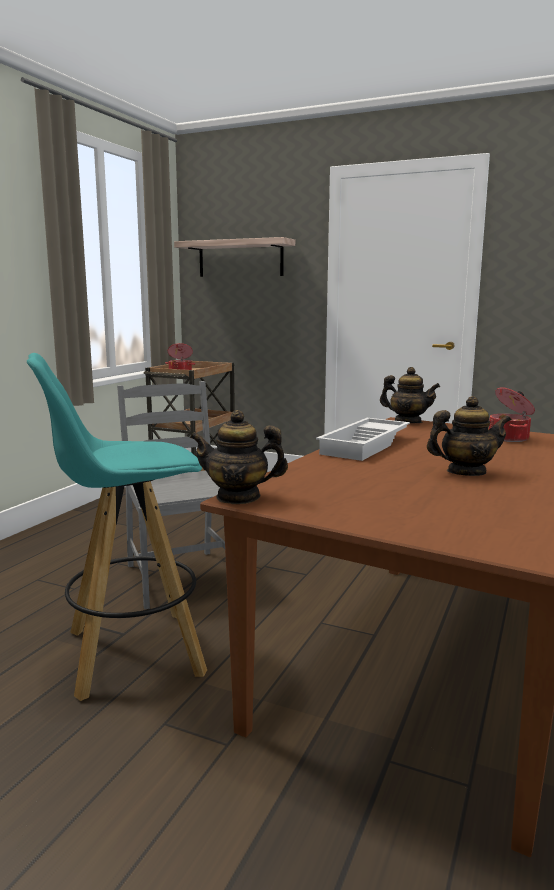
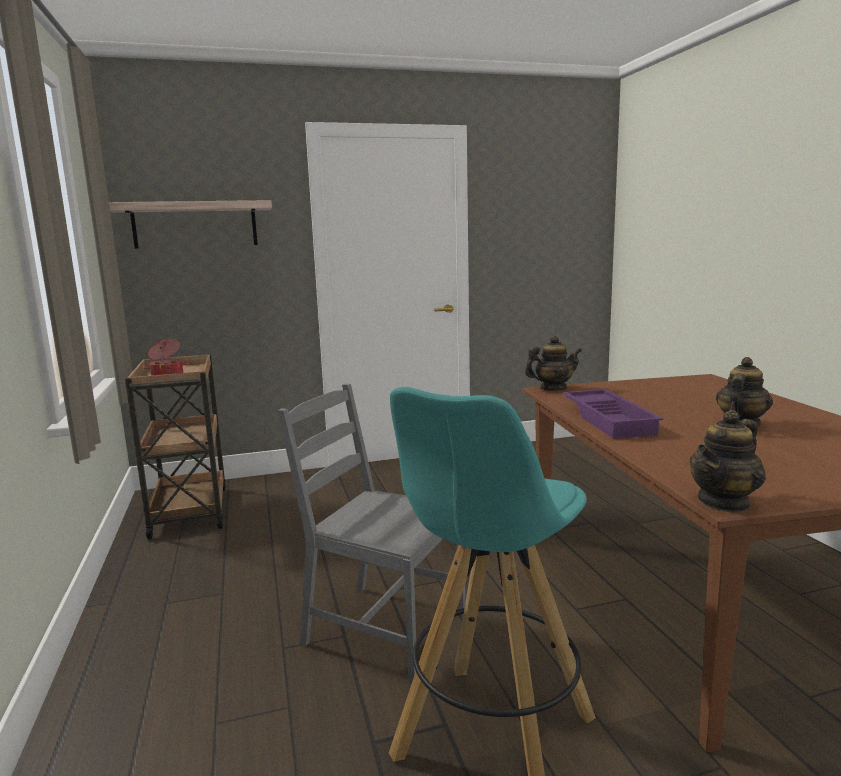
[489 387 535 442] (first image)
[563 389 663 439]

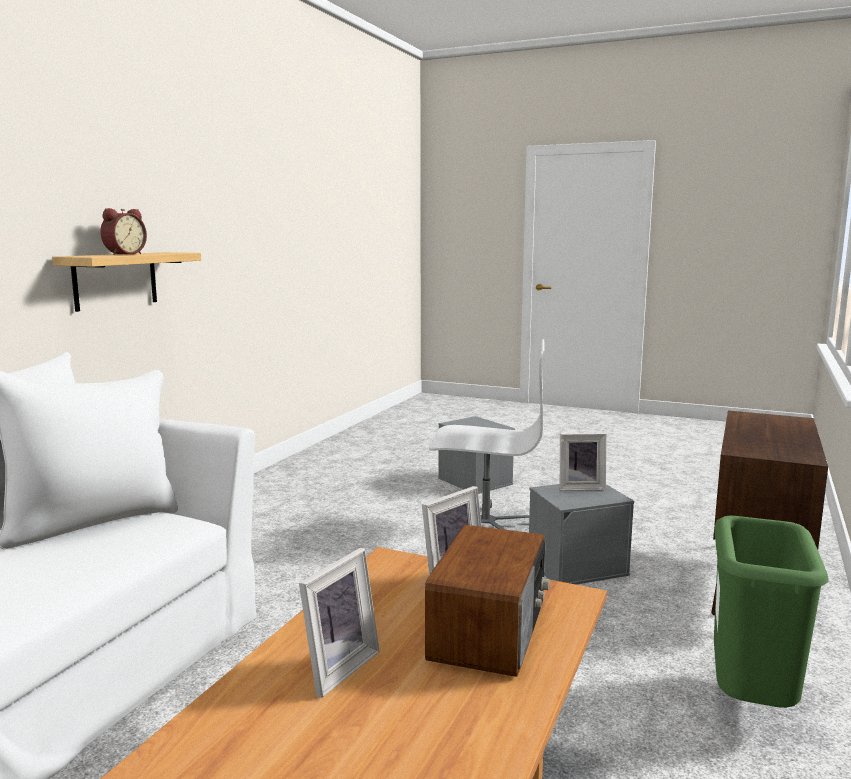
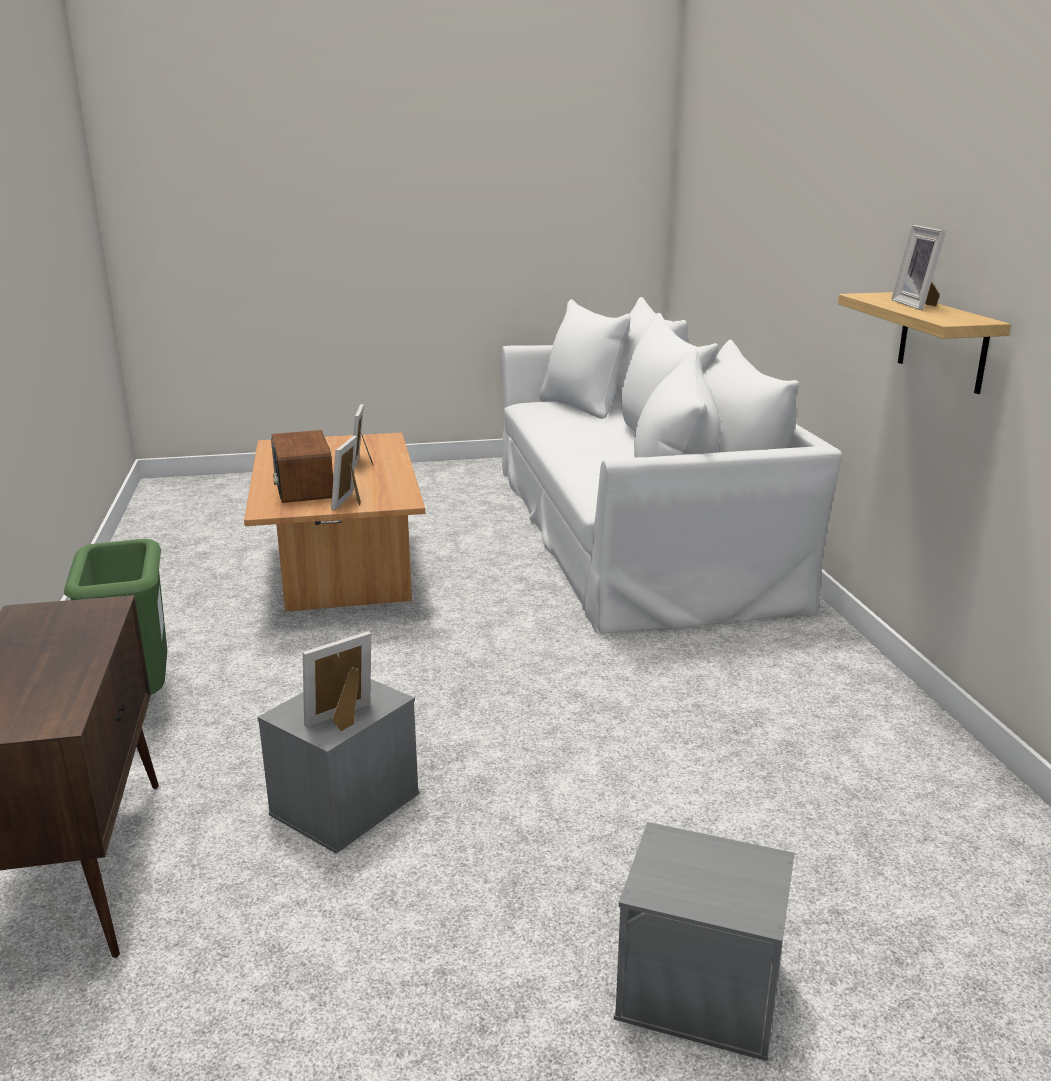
[429 339 545 530] (first image)
[891 225 946 310]

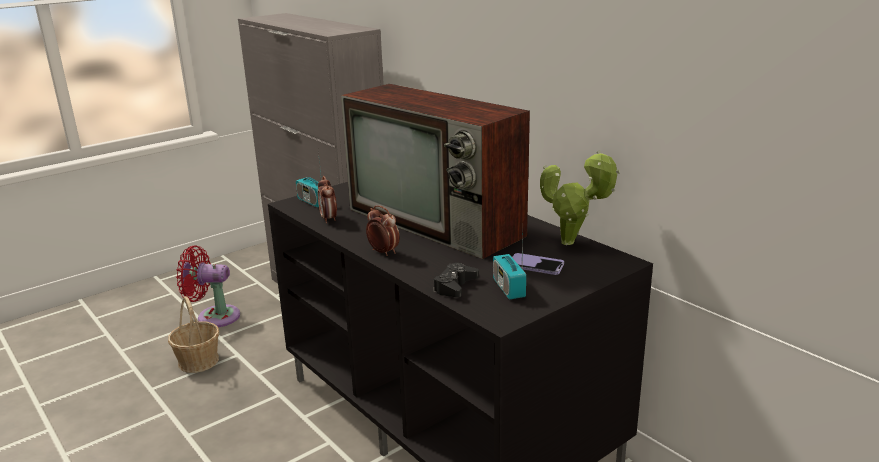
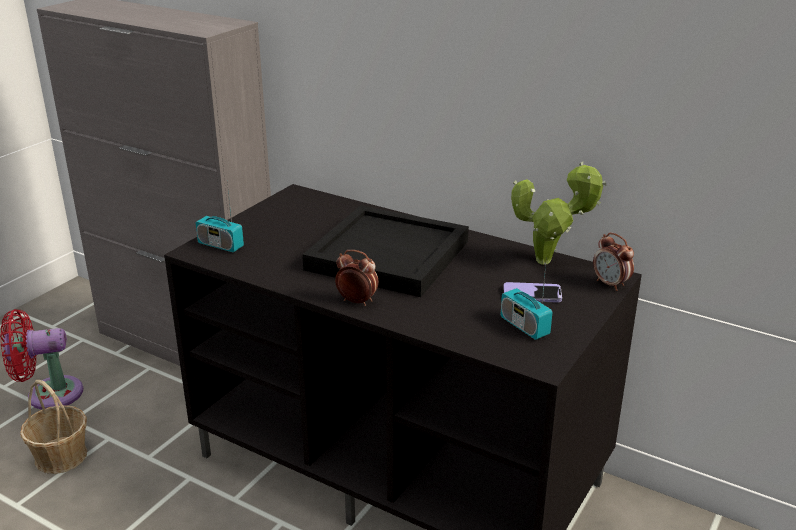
[433 263 479 297] (first image)
[593 233 634 291]
[302 205 469 297]

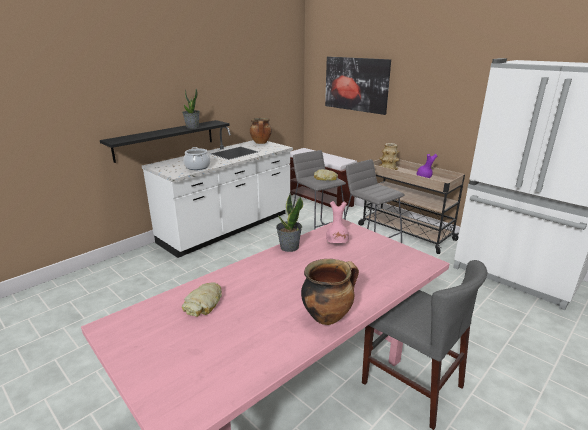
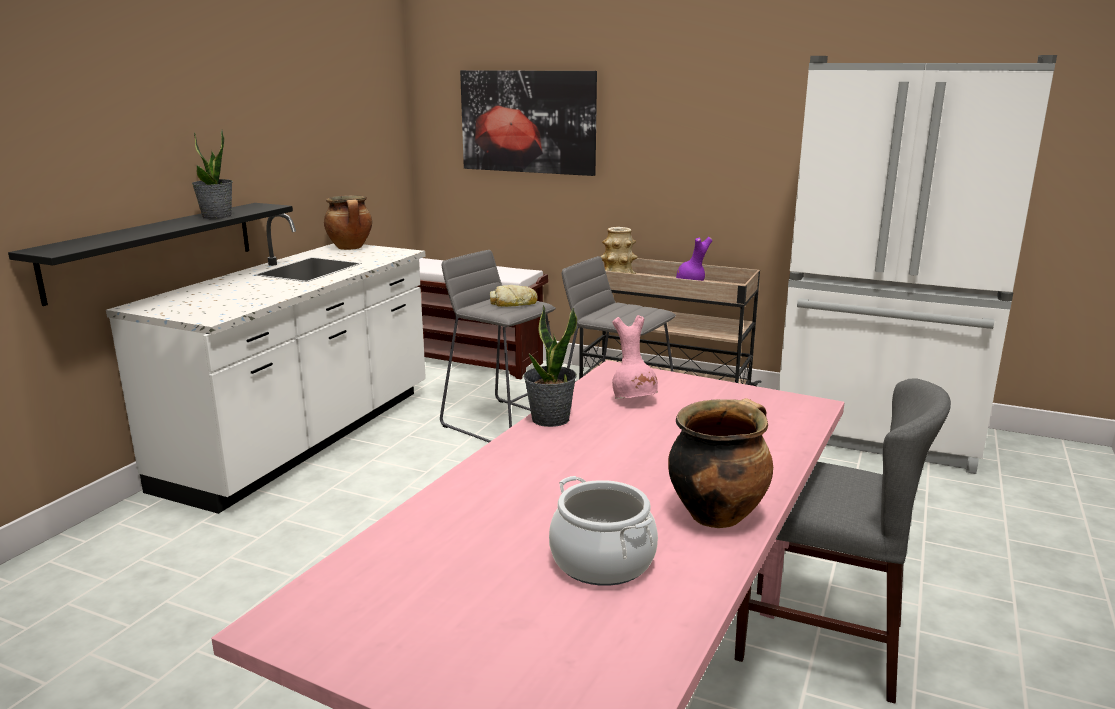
[182 282 222 317] (first image)
[549 476 658 586]

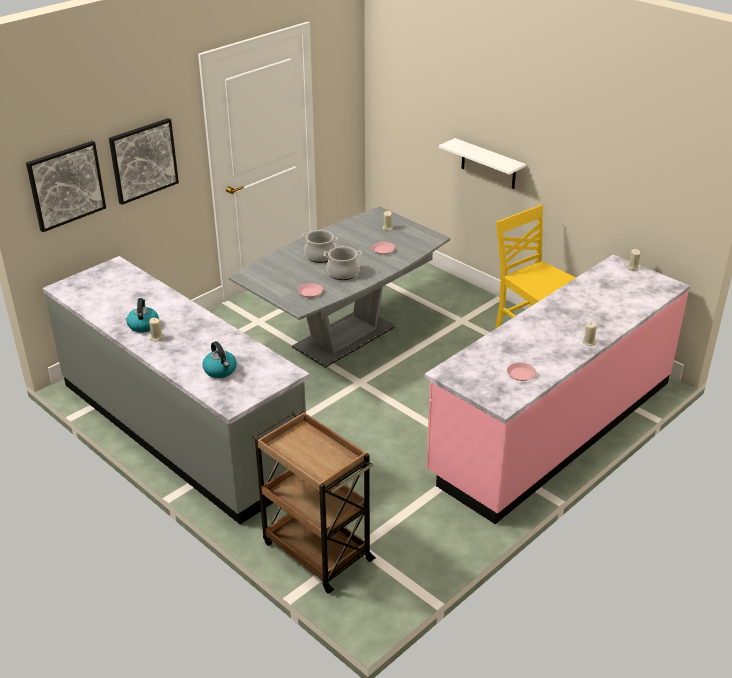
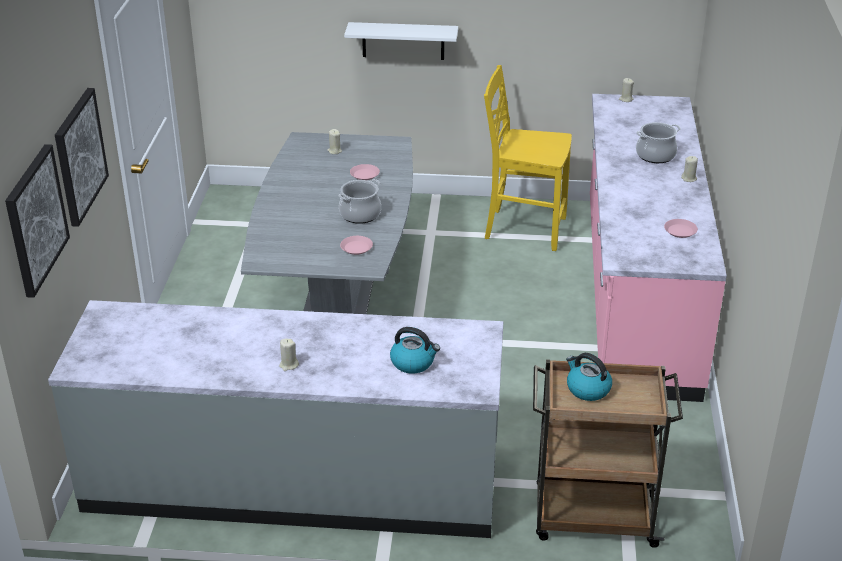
[566 353 612 401]
[636 122 681 163]

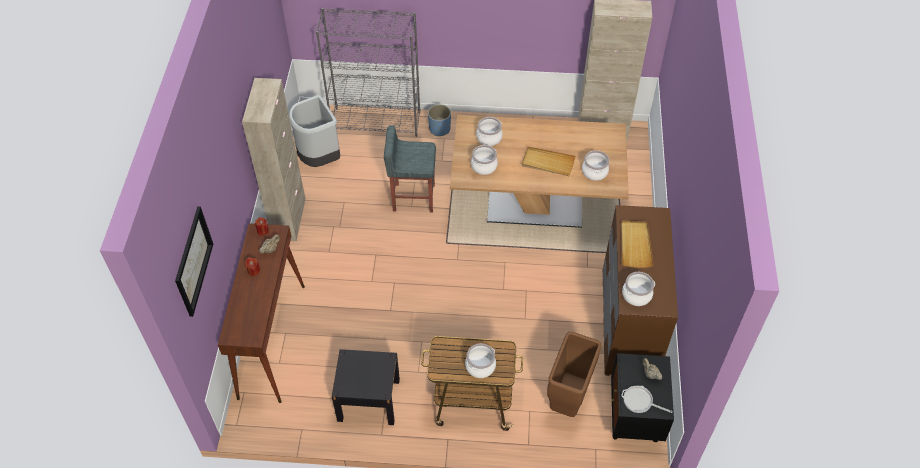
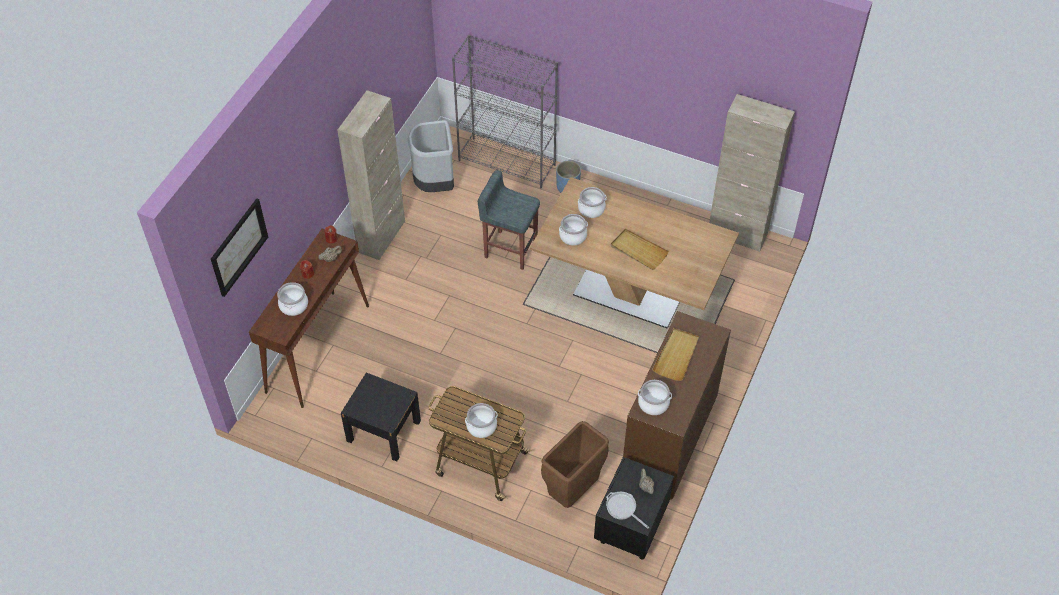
[277 282 308 316]

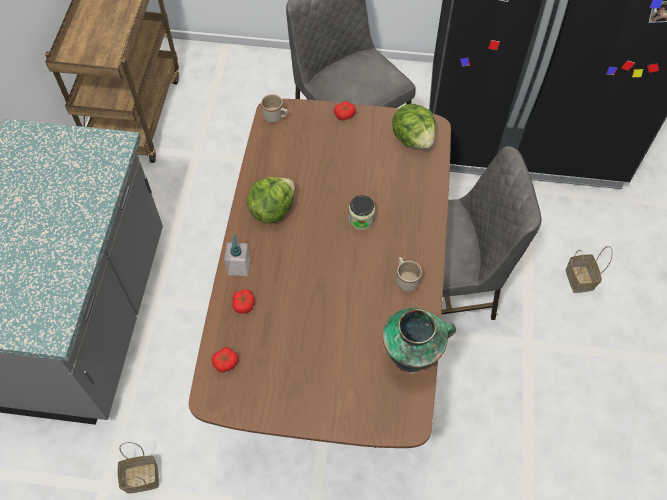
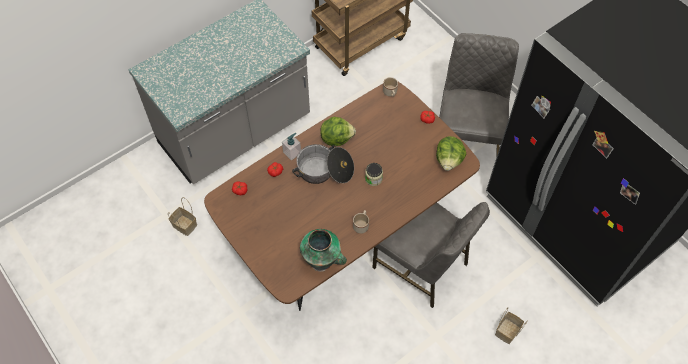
[292 144 354 184]

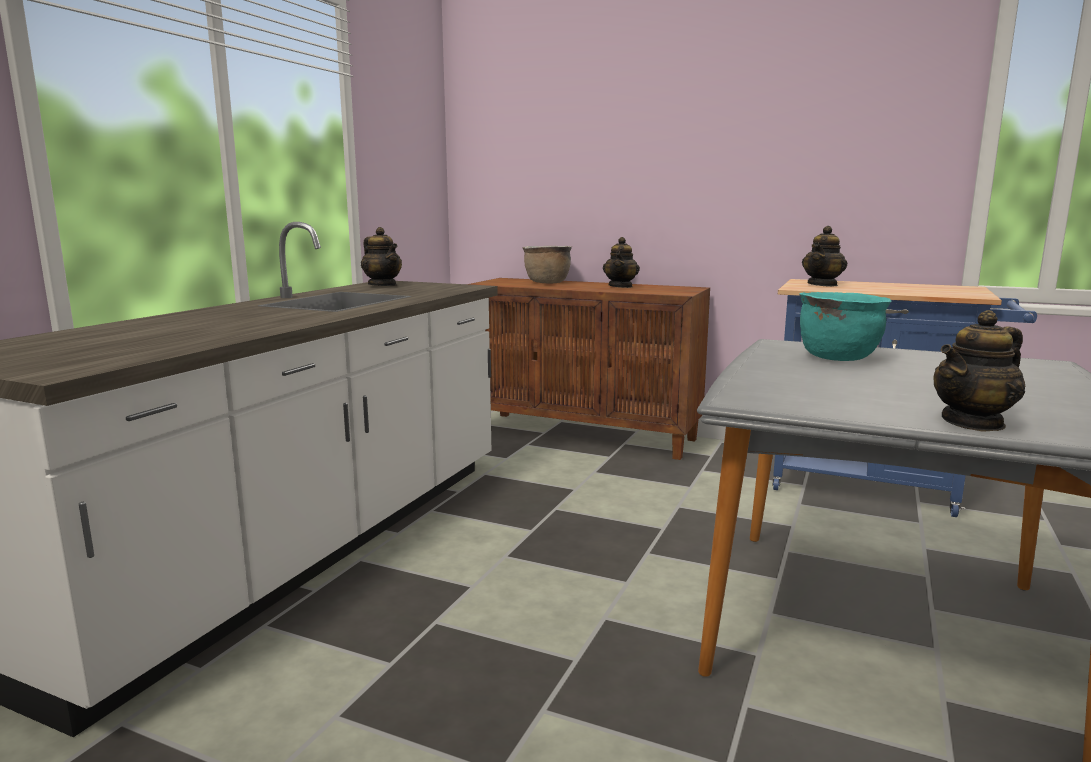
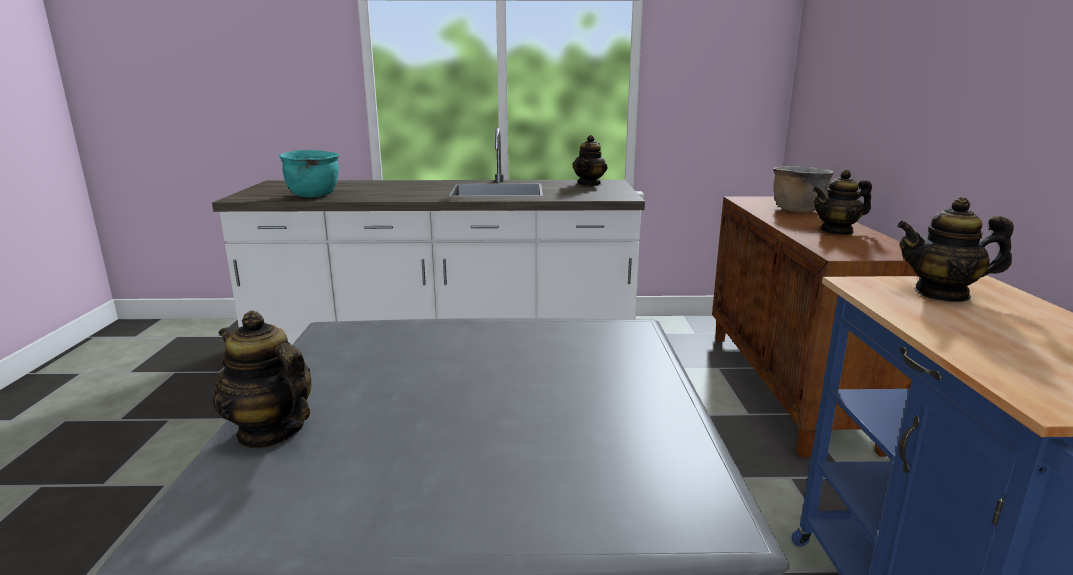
[279 150 339 197]

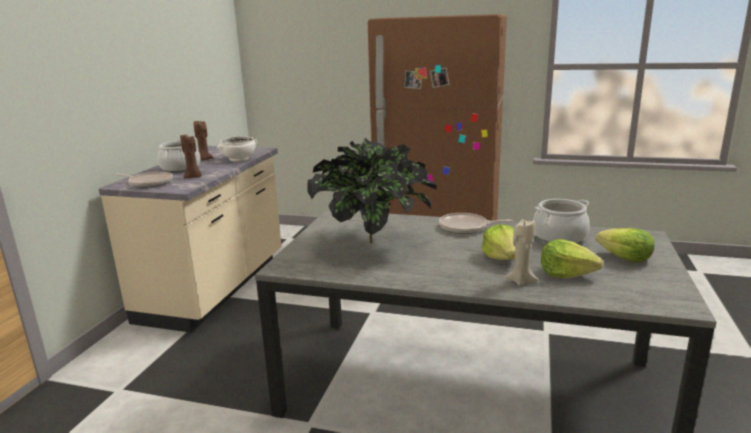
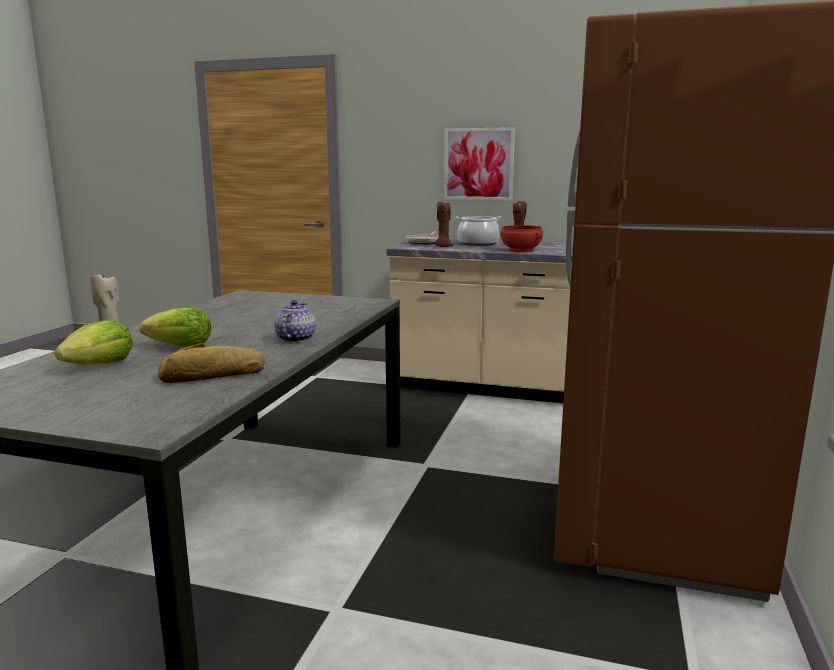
[307 138 437 243] (first image)
[596 228 655 263] (first image)
[444 127 515 200]
[274 300 316 343]
[158 343 265 383]
[501 225 543 252]

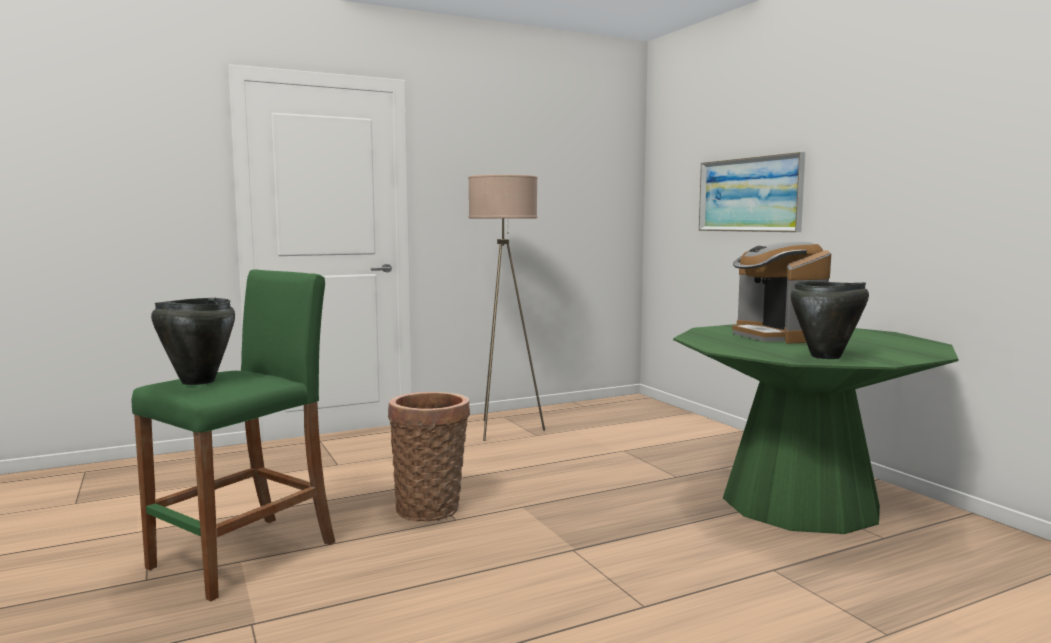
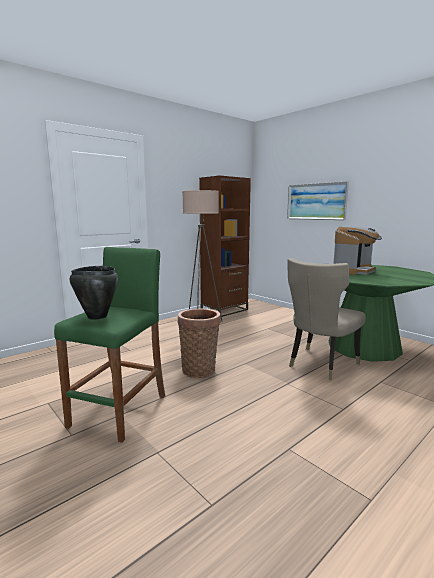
[790 281 869 359] (first image)
[199 175 251 317]
[288 258 366 380]
[333 226 382 275]

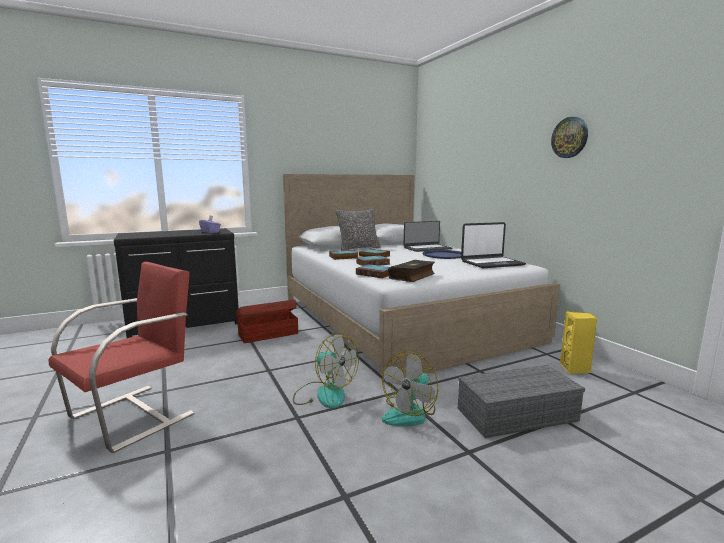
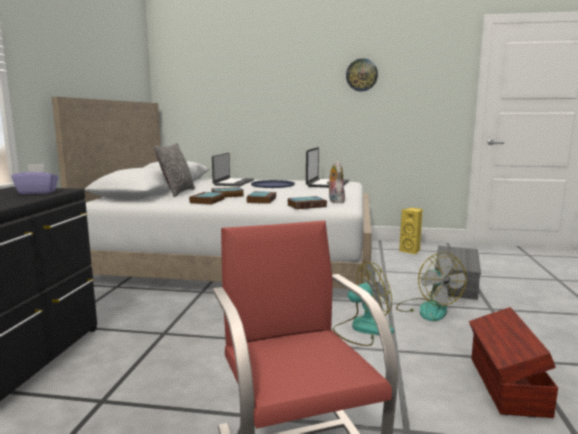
[469 307 558 418]
[327 161 345 203]

